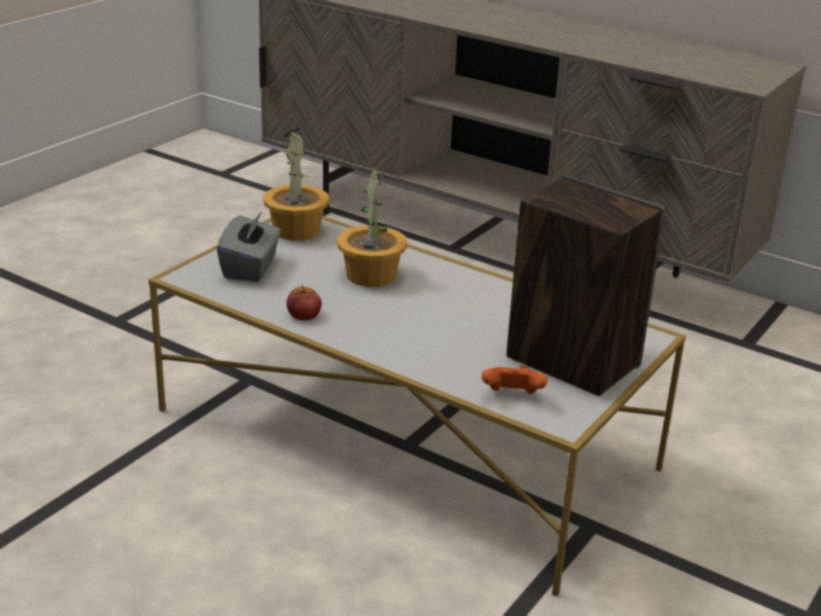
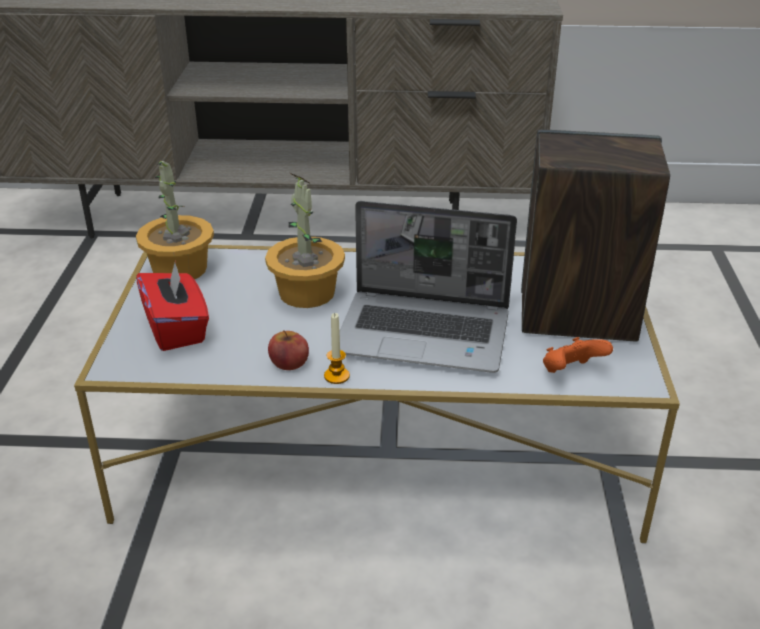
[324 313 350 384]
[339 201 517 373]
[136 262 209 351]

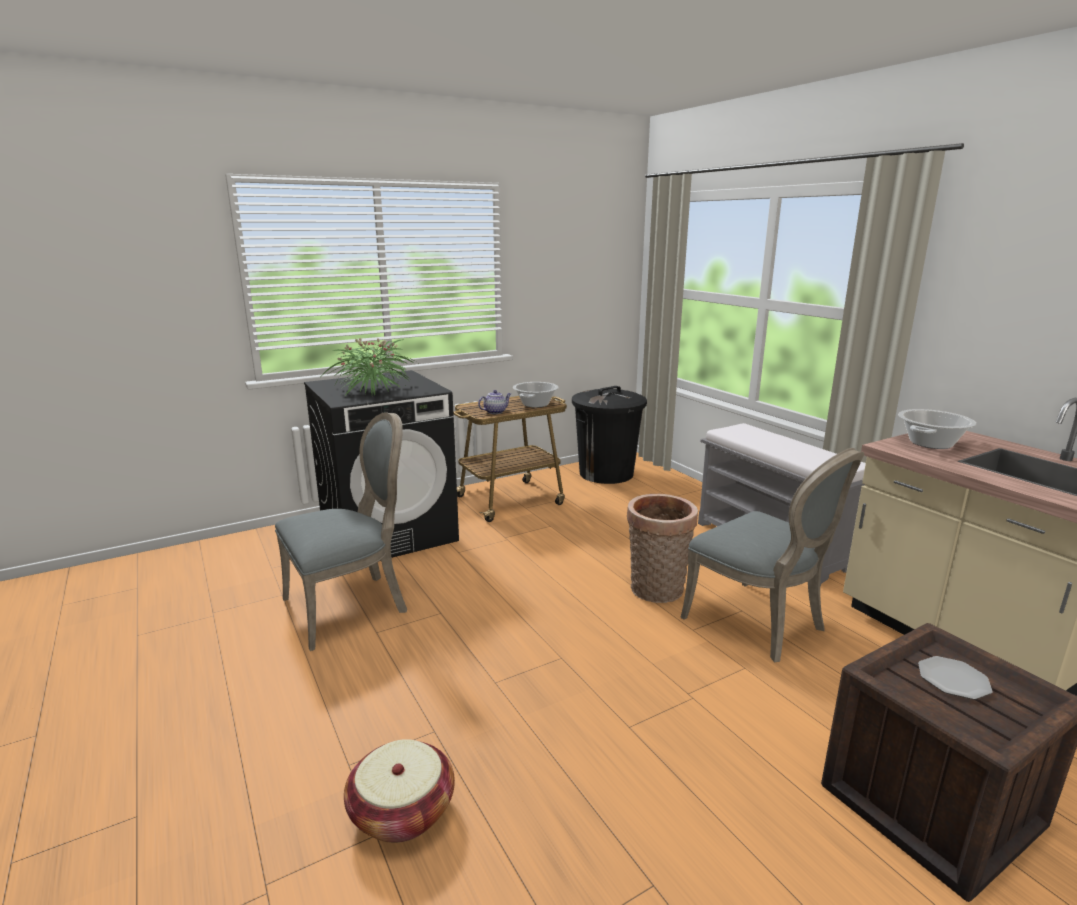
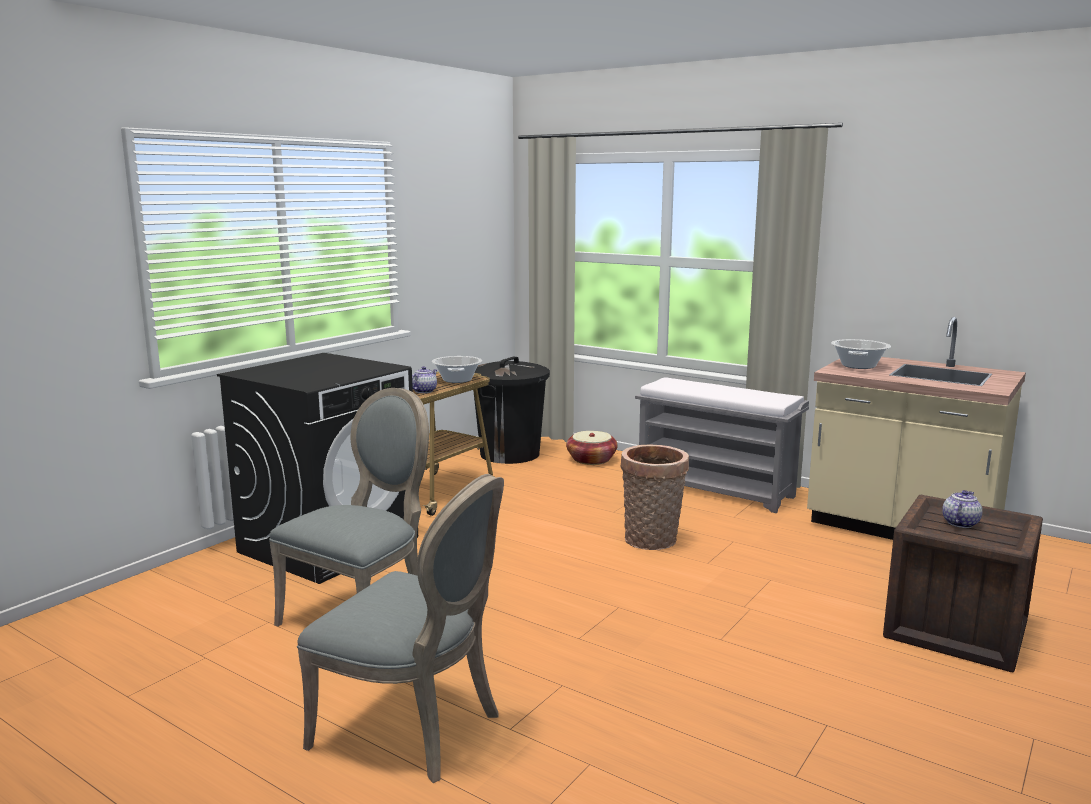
[321 338 418 396] (first image)
[566 431 618 465]
[297 474 504 783]
[942 490 982 528]

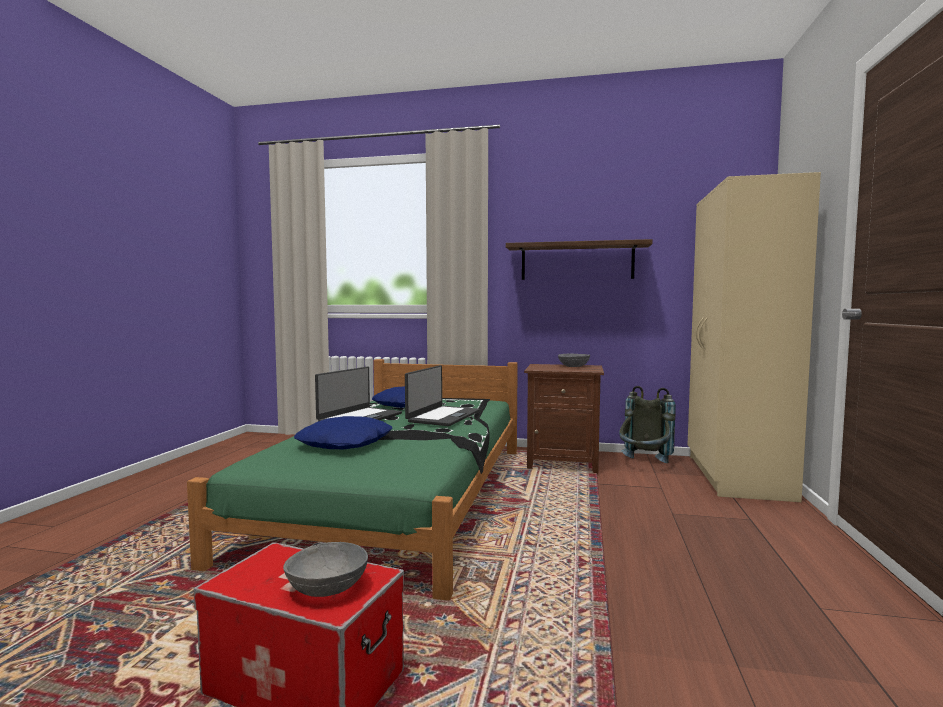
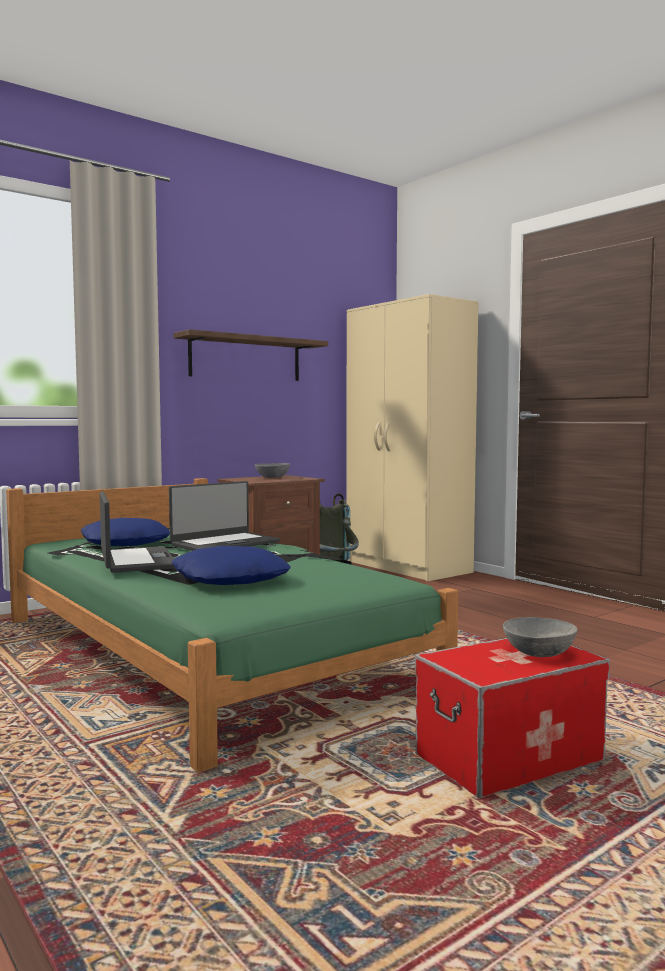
[169 481 280 551]

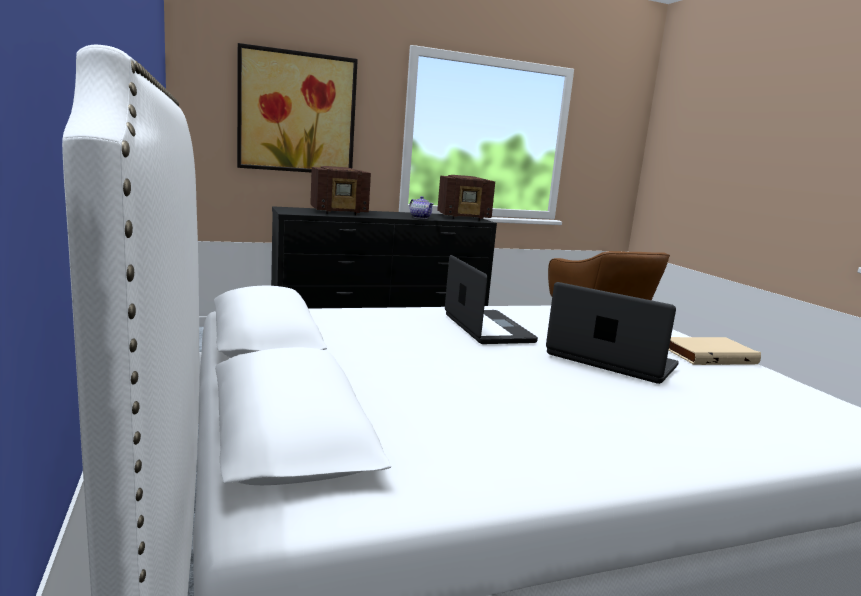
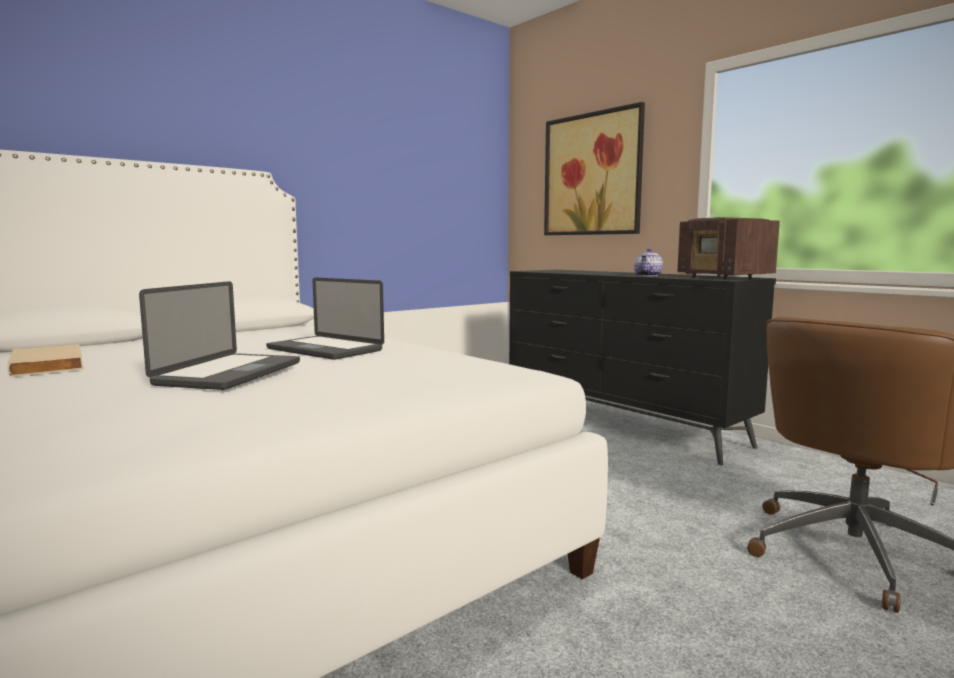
[310 166 371 215] (first image)
[7 344 84 377]
[266 278 384 360]

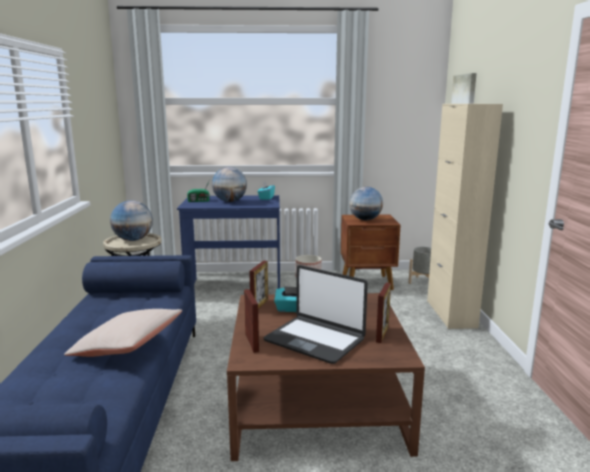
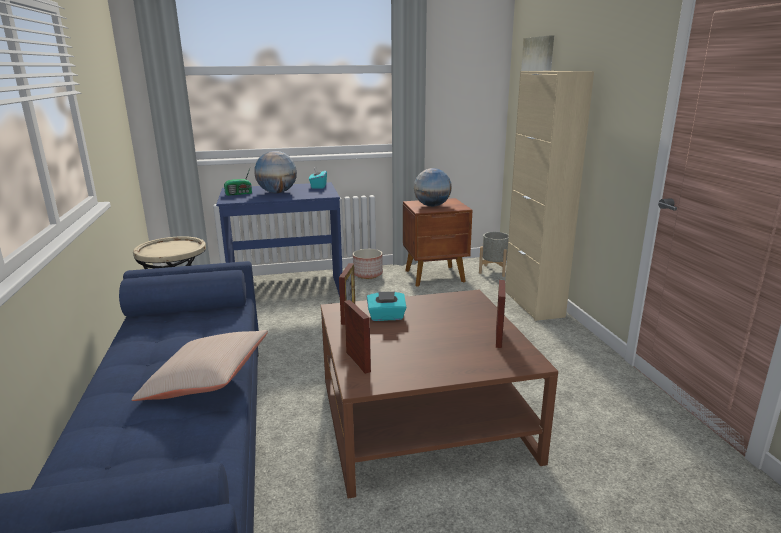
[110 200 153 241] (first image)
[264 265 368 364] (first image)

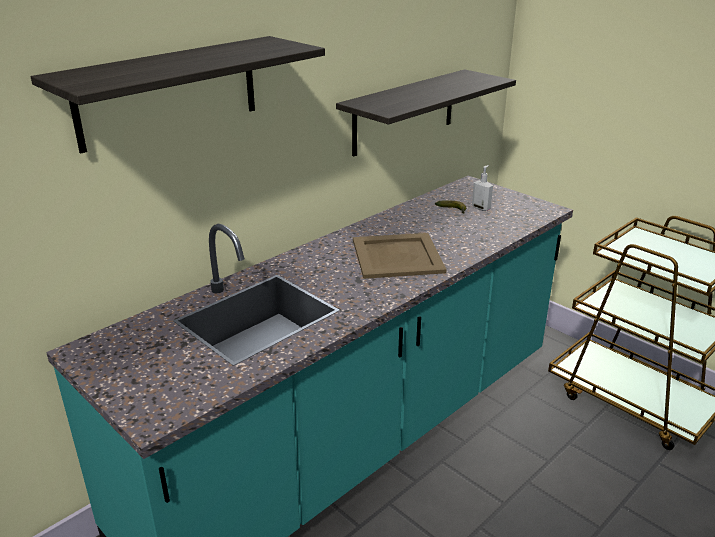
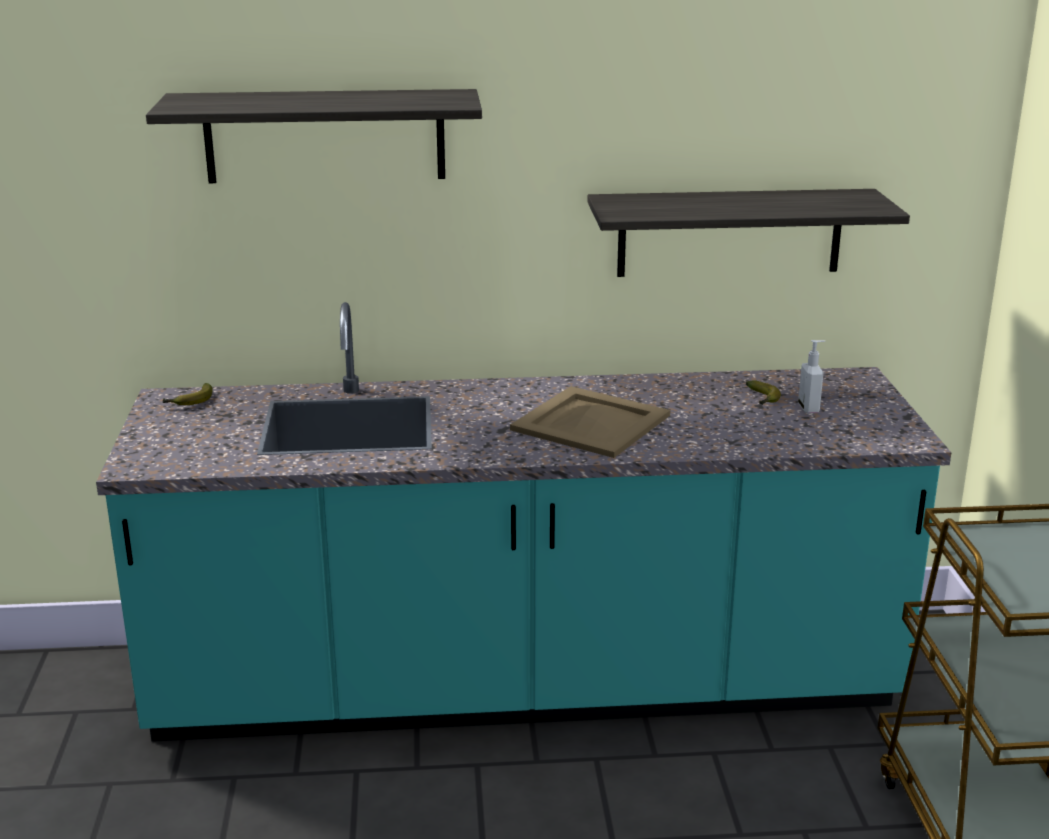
[163 383 213 405]

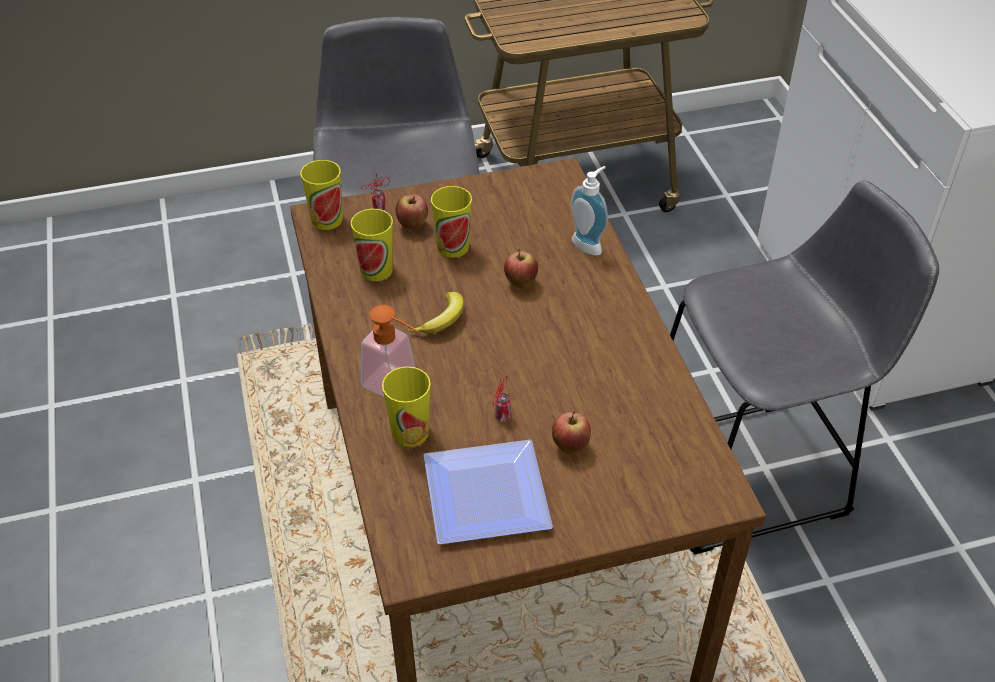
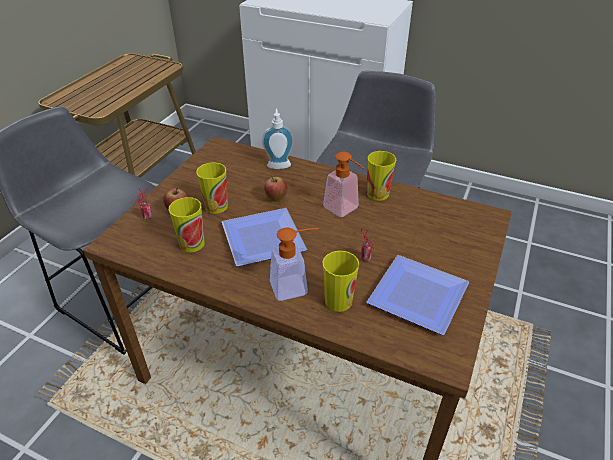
[552 411 591 454] (first image)
[323 152 365 217]
[367 151 396 201]
[222 208 307 267]

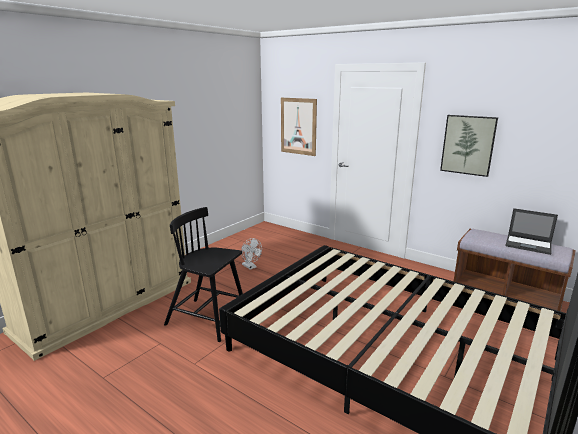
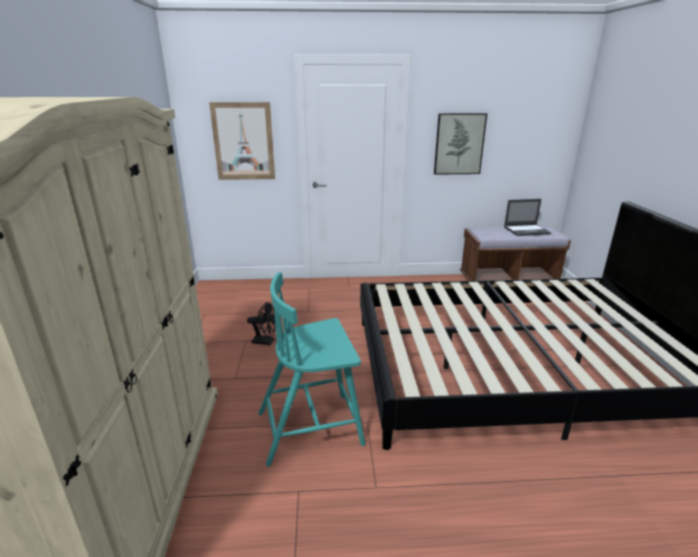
[258 272 365 466]
[247 302 276 345]

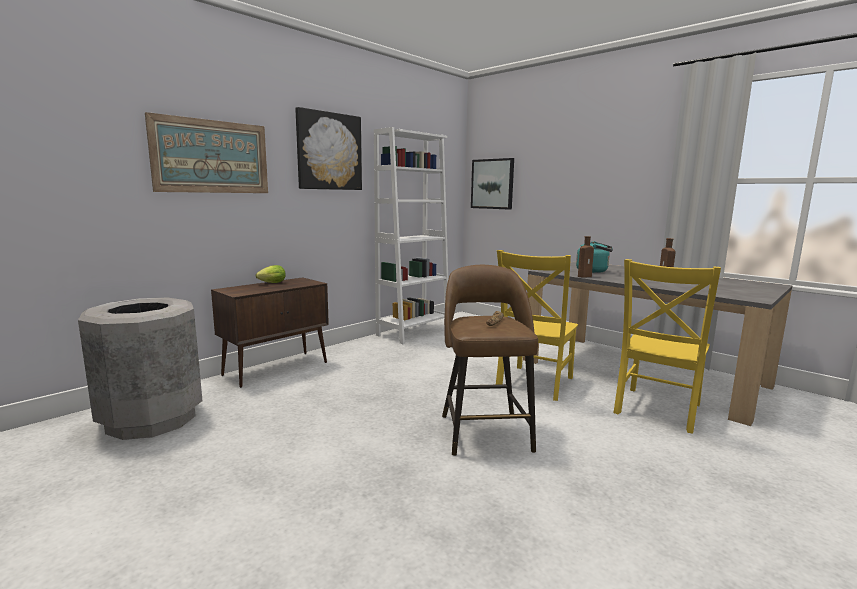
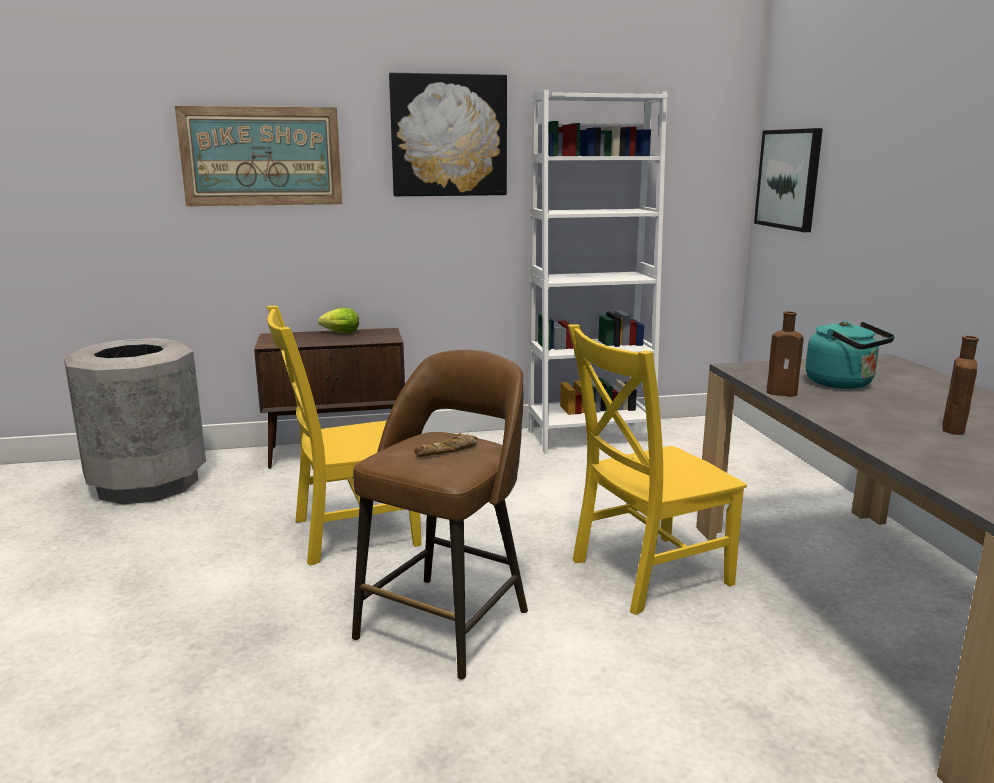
[267 306 421 566]

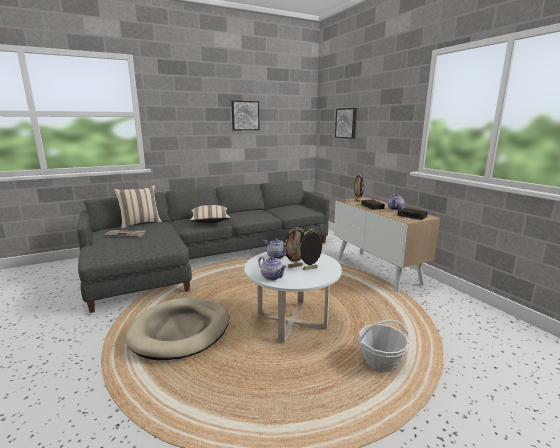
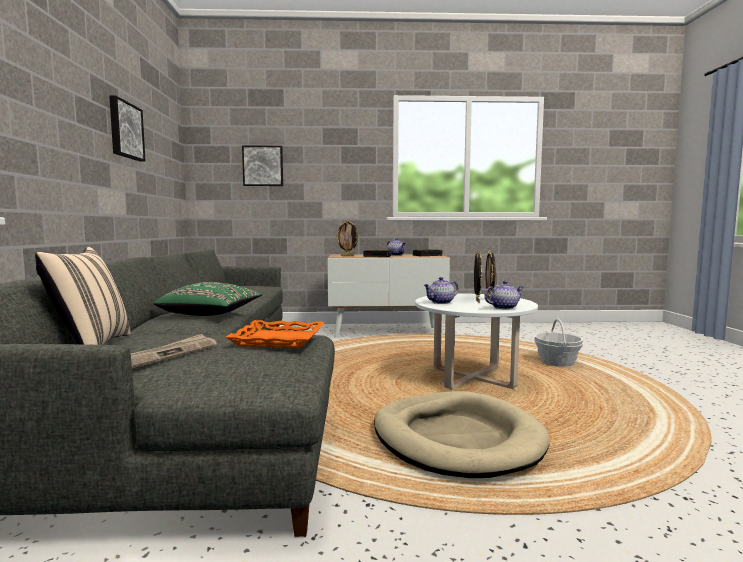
[226 320 324 348]
[153 282 263 316]

